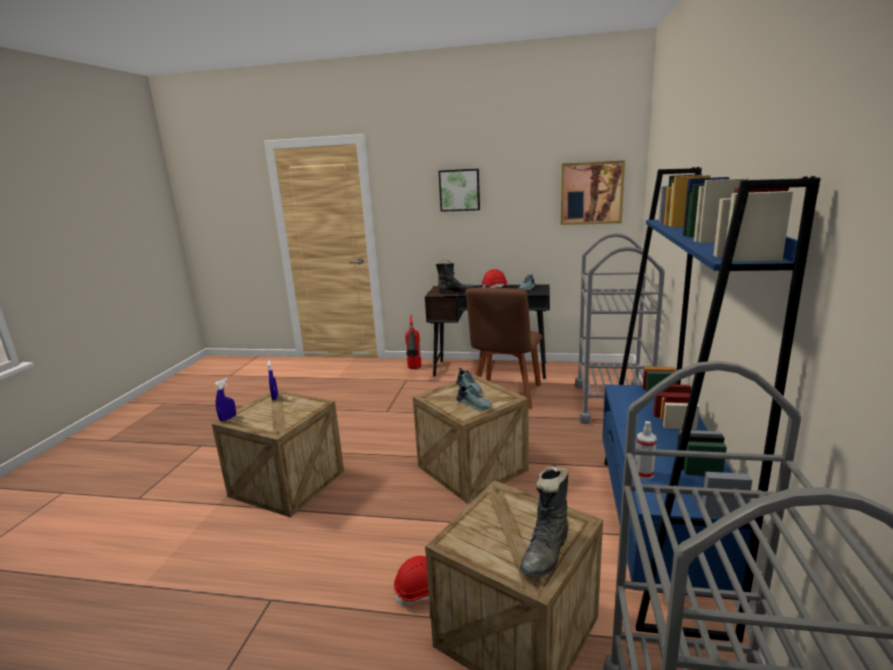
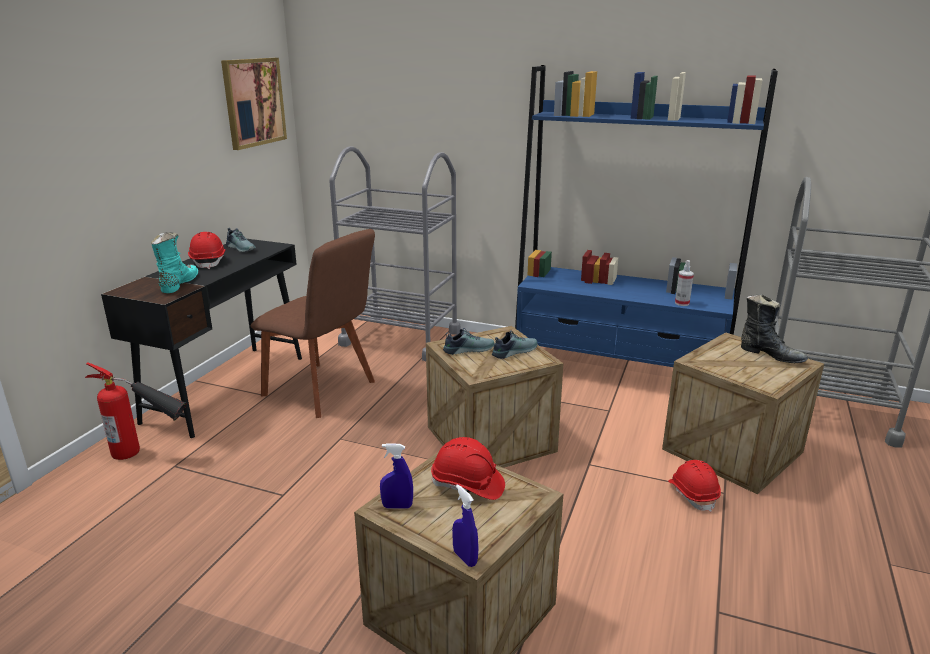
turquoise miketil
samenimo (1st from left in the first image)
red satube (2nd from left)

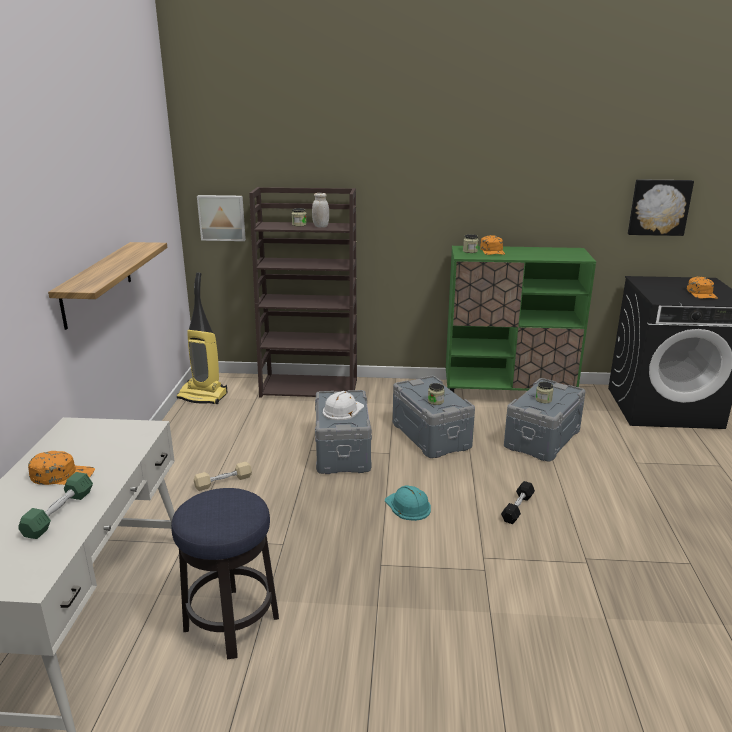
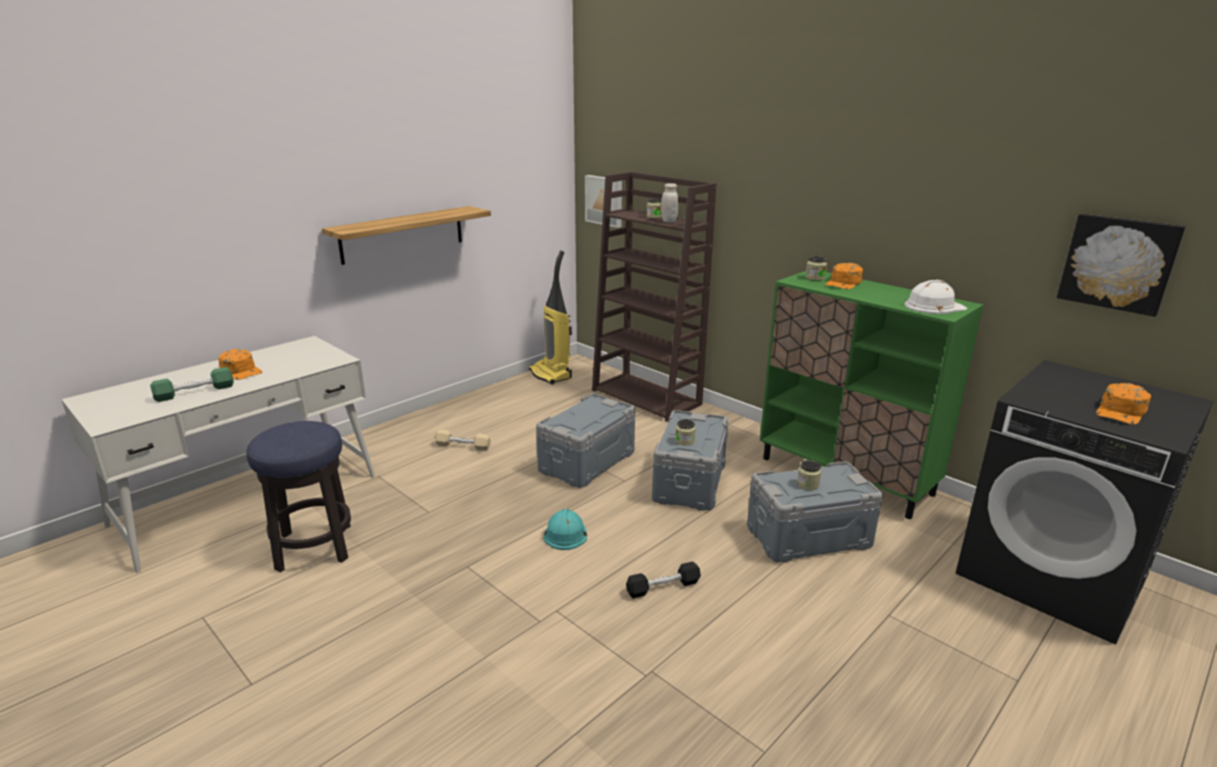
white satube

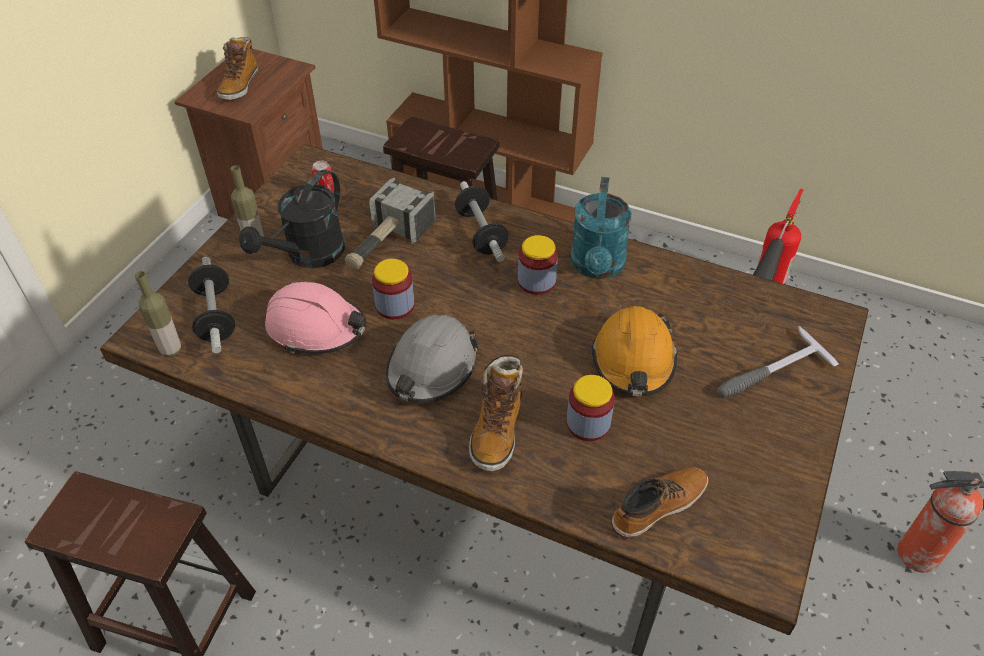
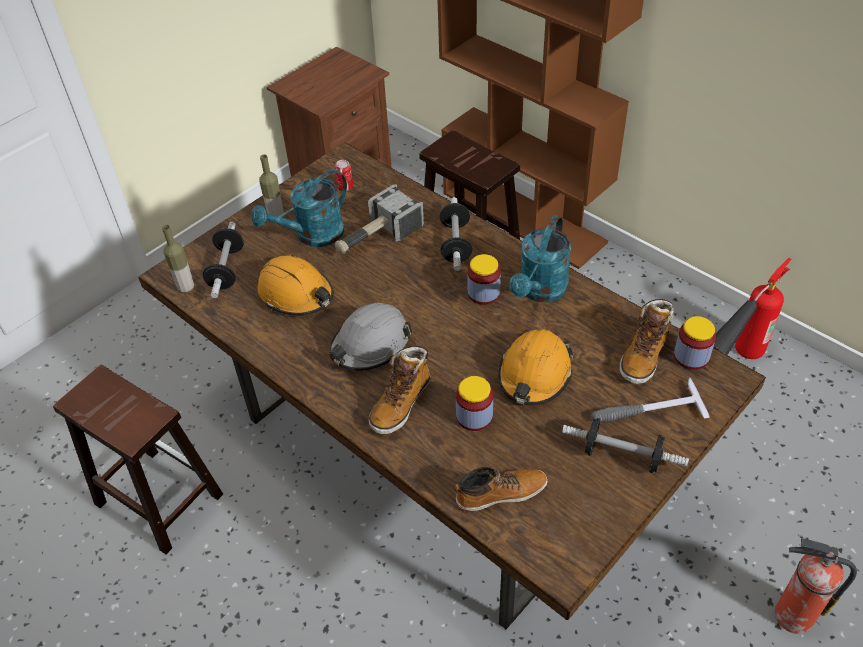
miketil (3rd from left)
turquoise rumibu (1st from left)
orange satube (1st from left)
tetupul (3rd from left)
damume (3rd from left)

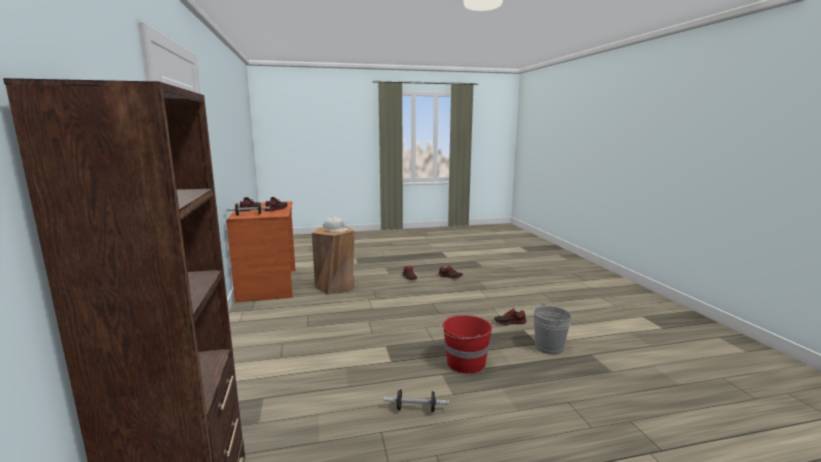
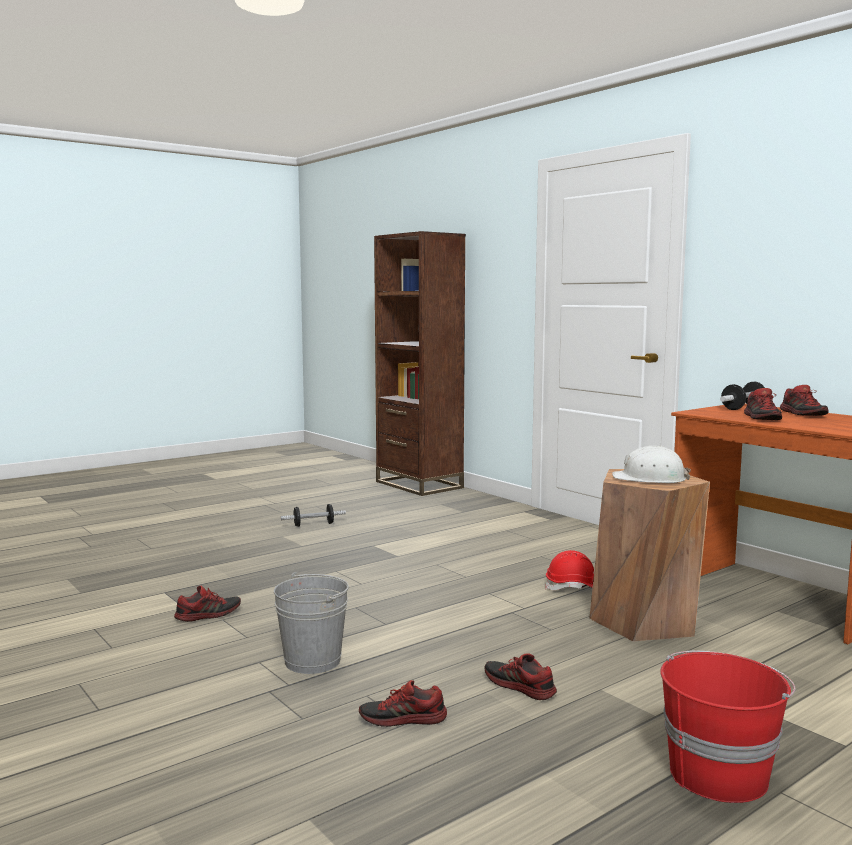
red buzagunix
grey buzagunix
red satube

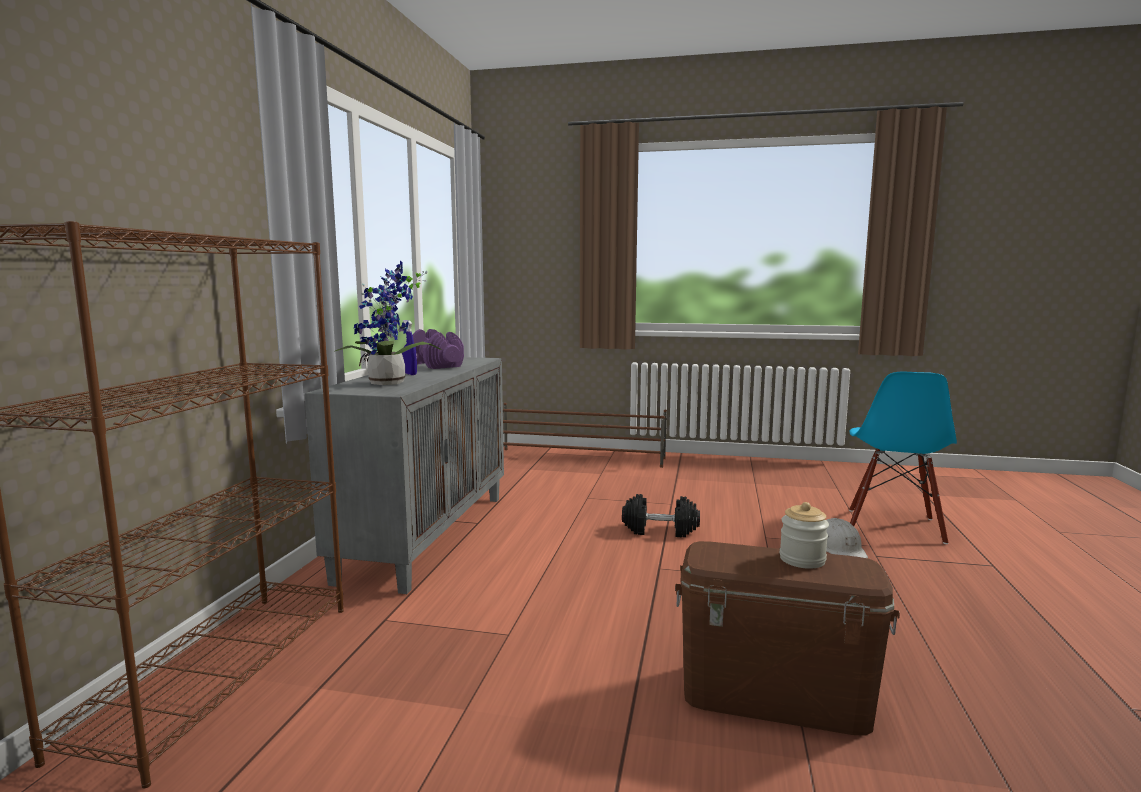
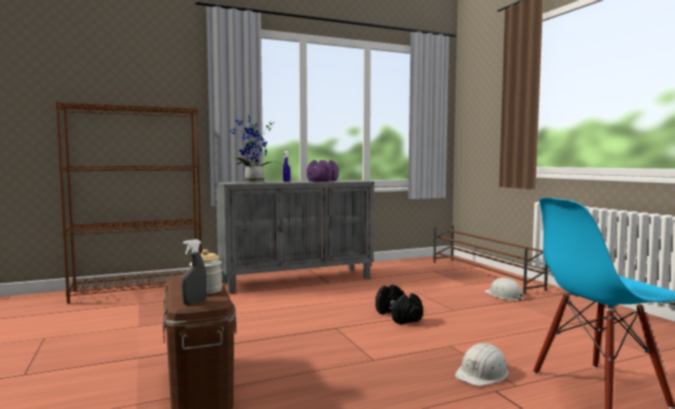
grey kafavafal
white satube (2nd from left)

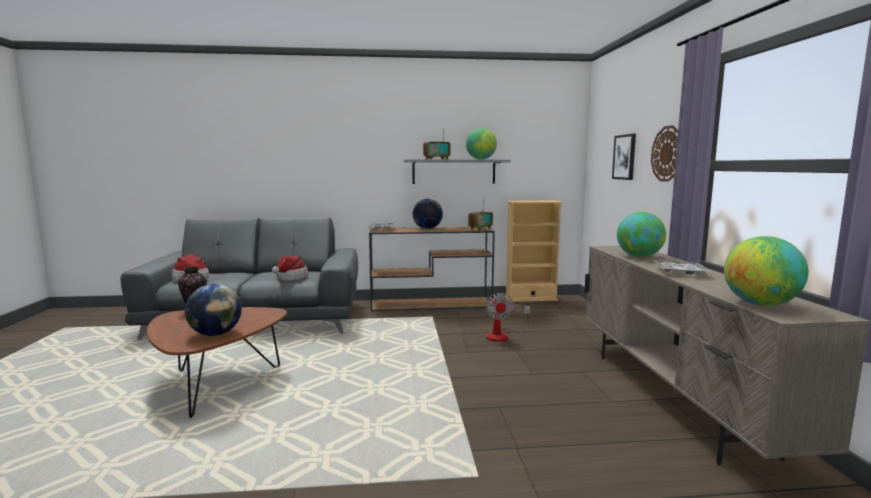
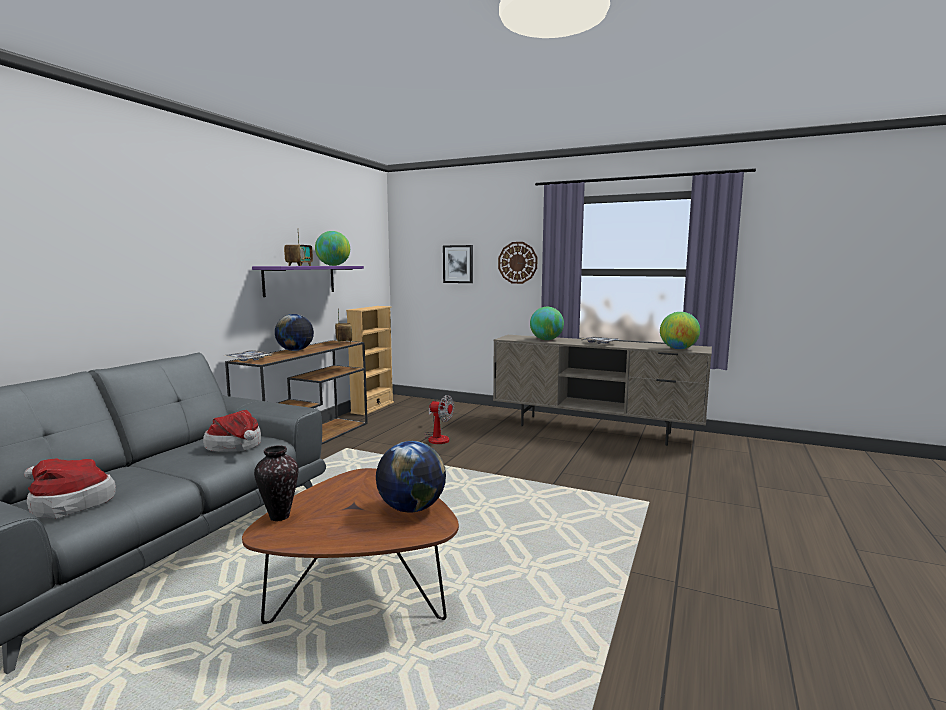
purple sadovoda

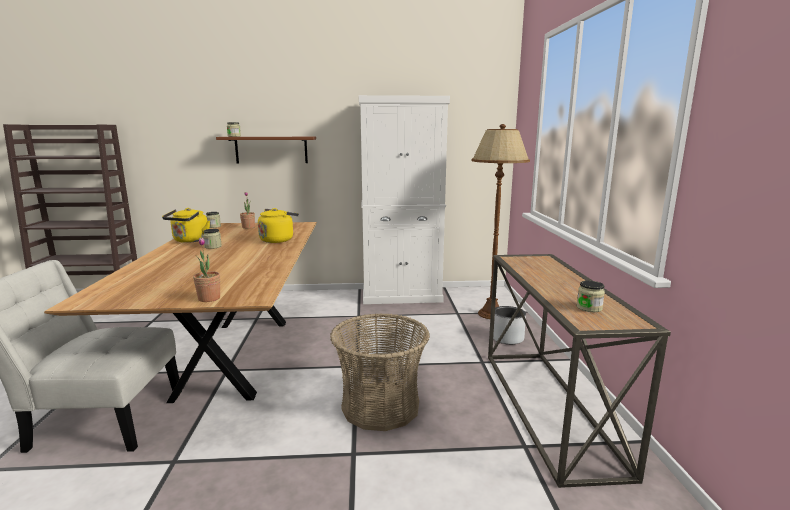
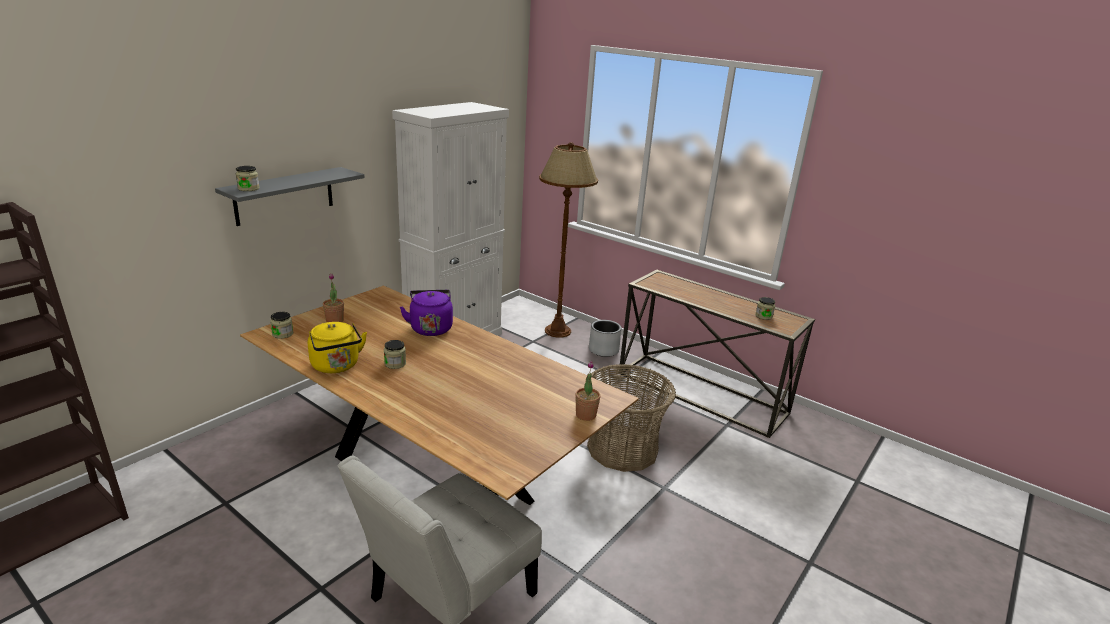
grey sadovoda
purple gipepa

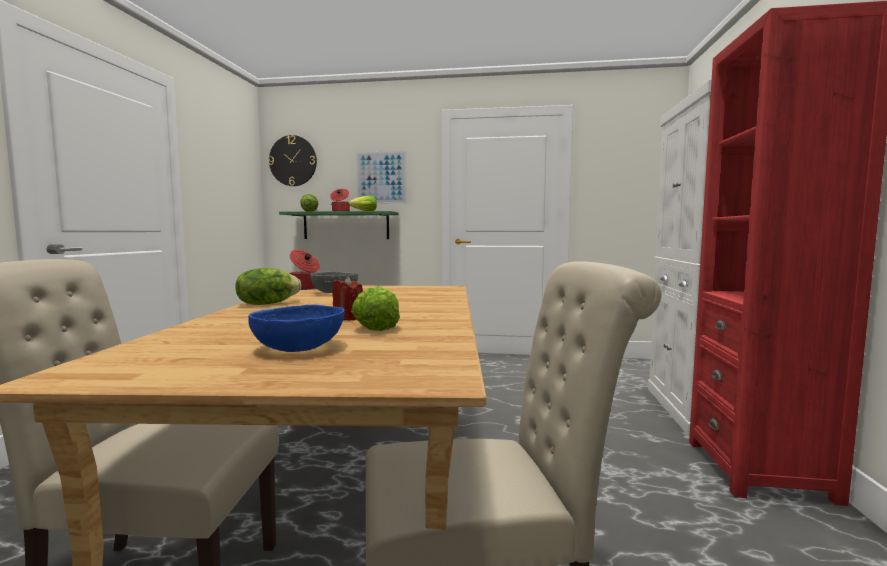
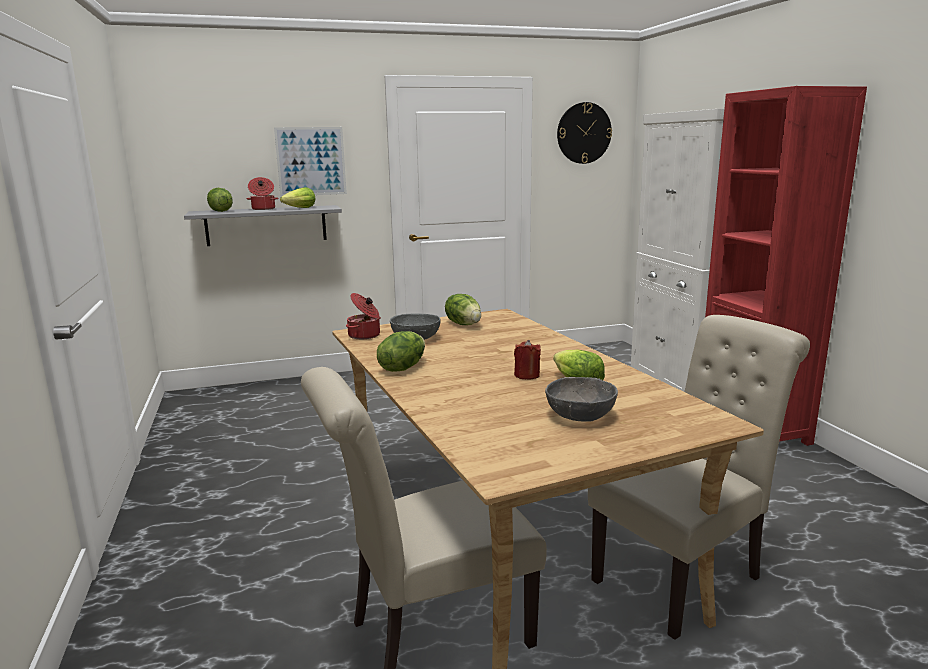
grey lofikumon (2nd from left)
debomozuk
grey sadovoda
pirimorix (4th from left)

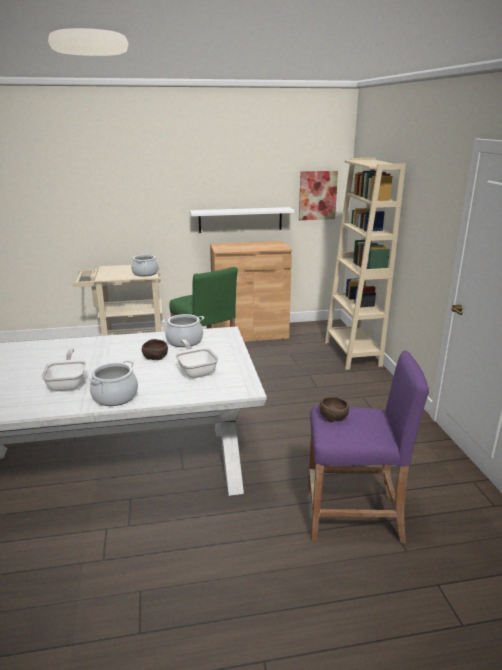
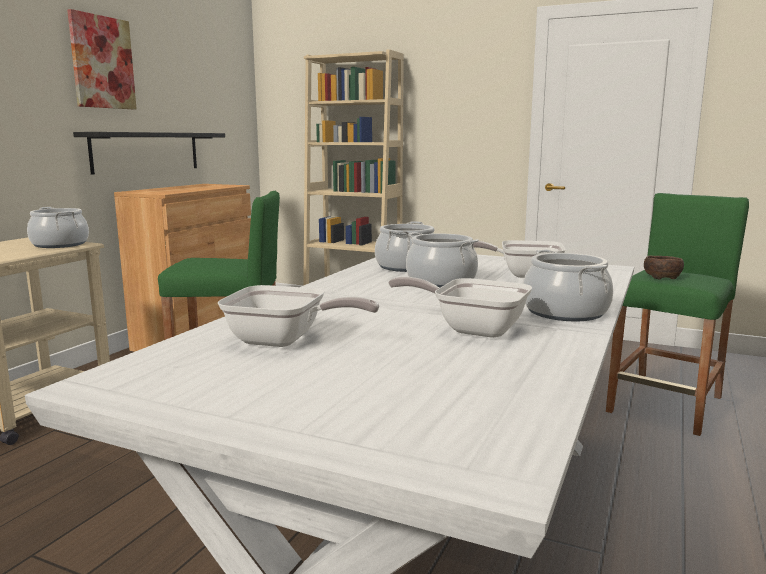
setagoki (3rd from left)
black sadovoda
samenimo
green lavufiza (2nd from left)
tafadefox (1st from left)

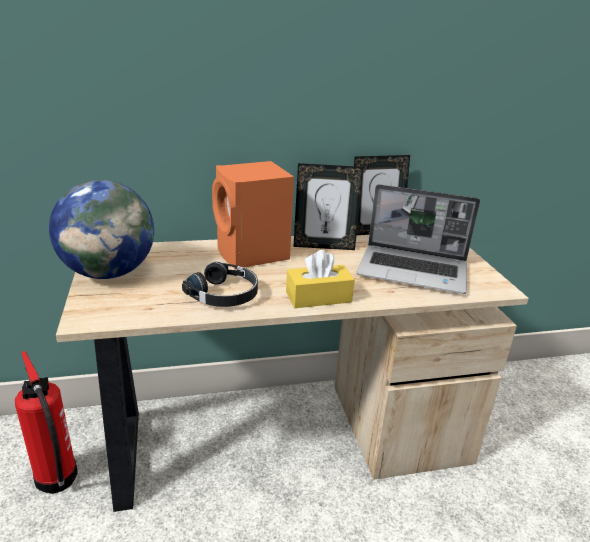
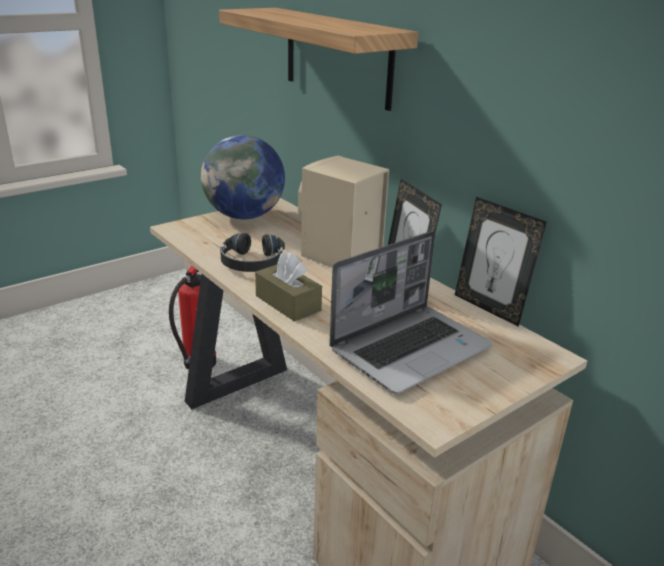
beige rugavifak
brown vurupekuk
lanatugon
sadovoda

